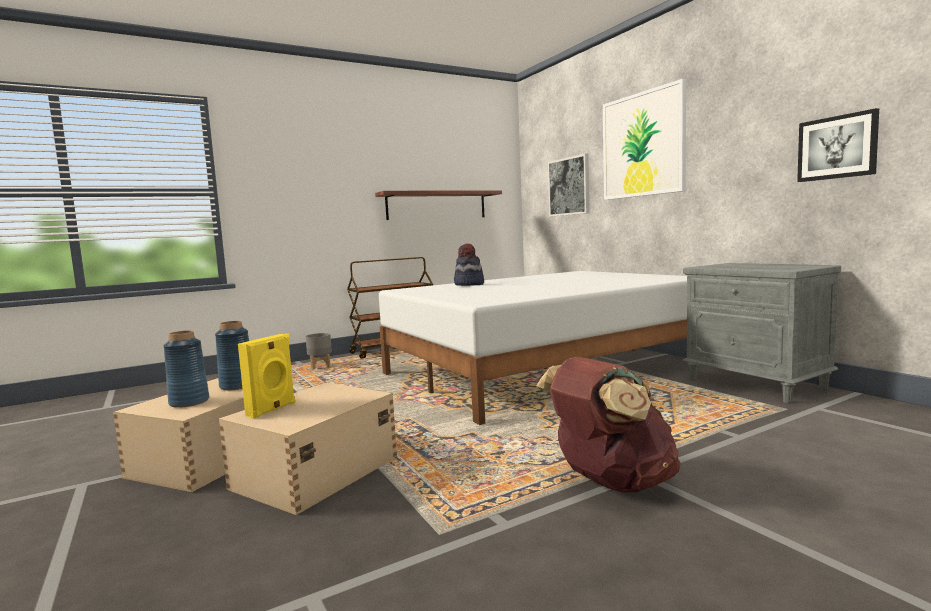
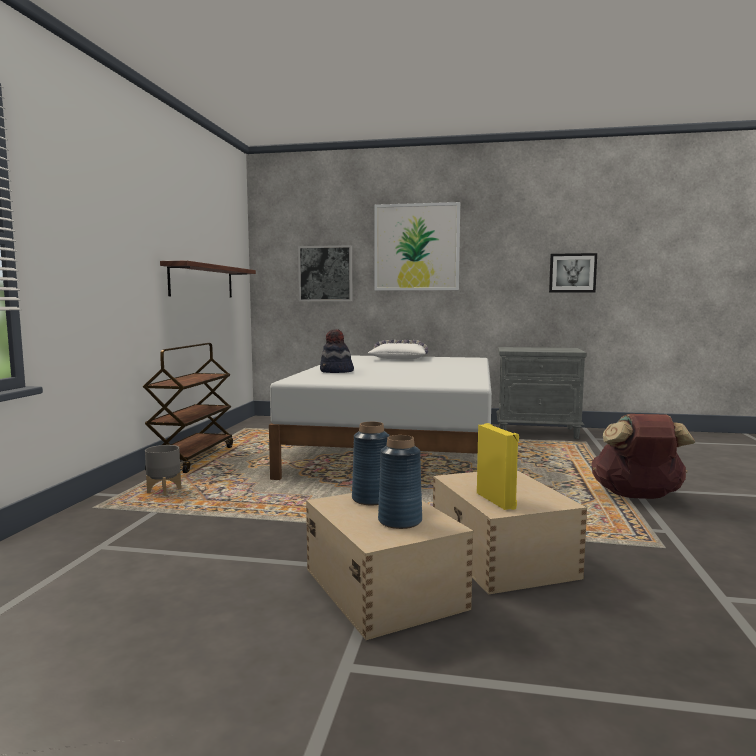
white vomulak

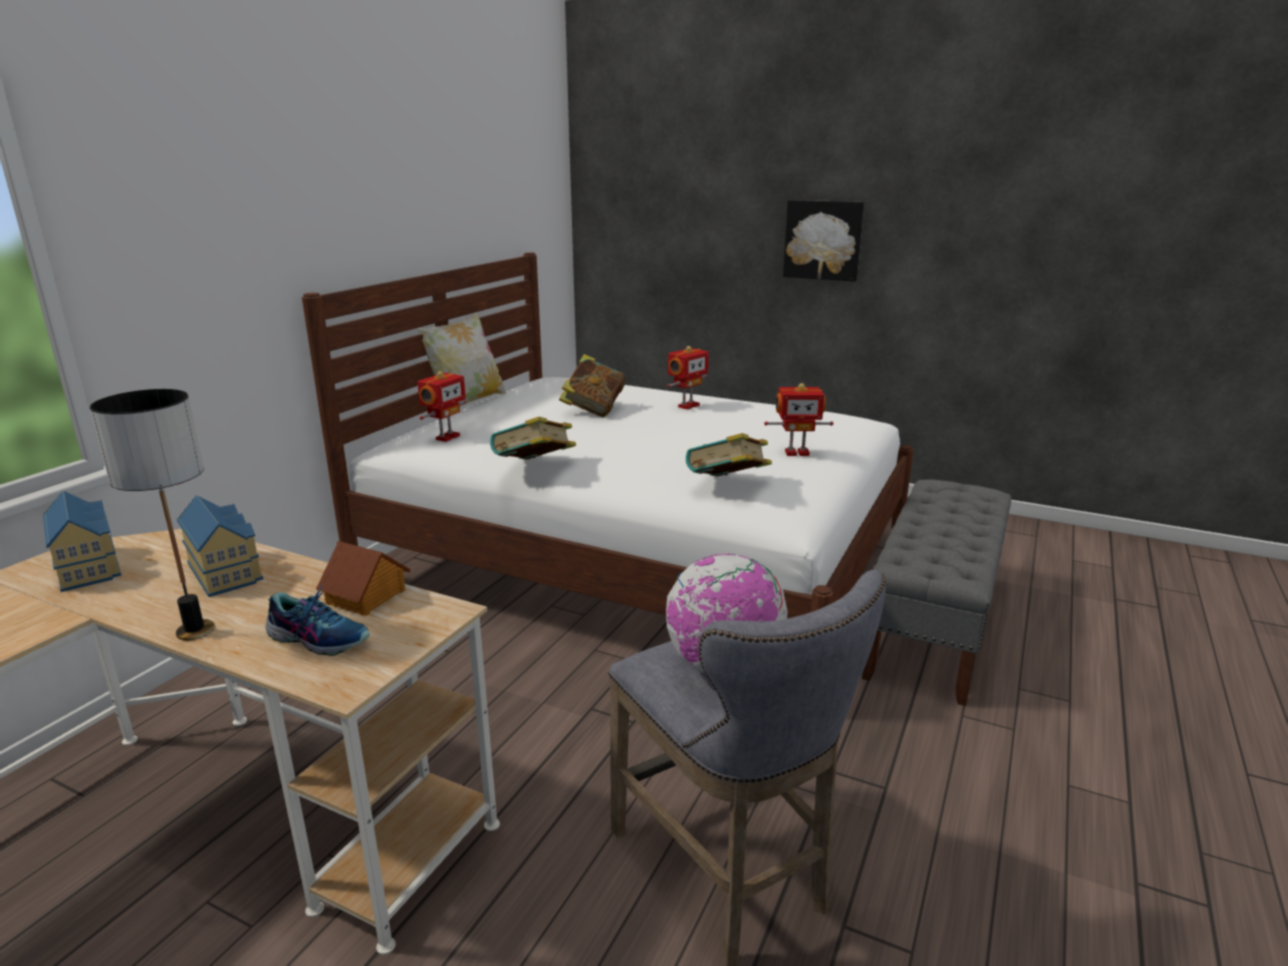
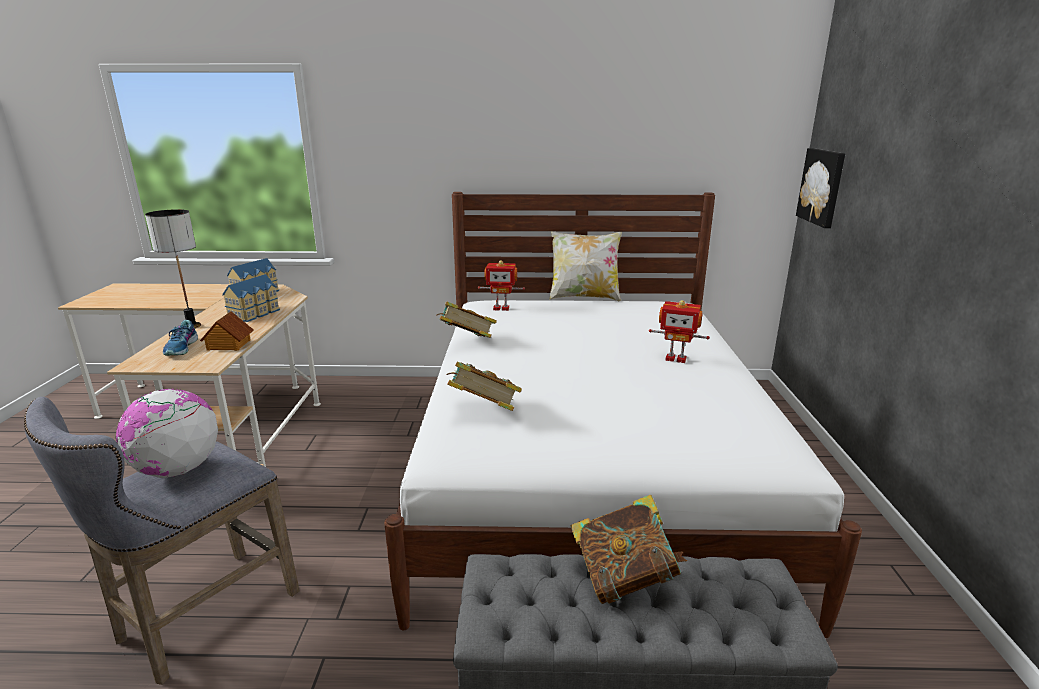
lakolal (3rd from left)
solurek (3rd from left in the first image)
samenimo

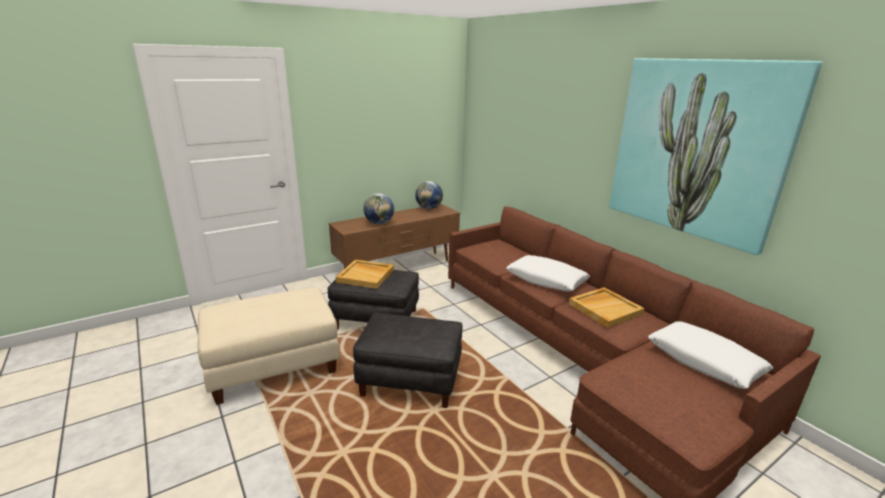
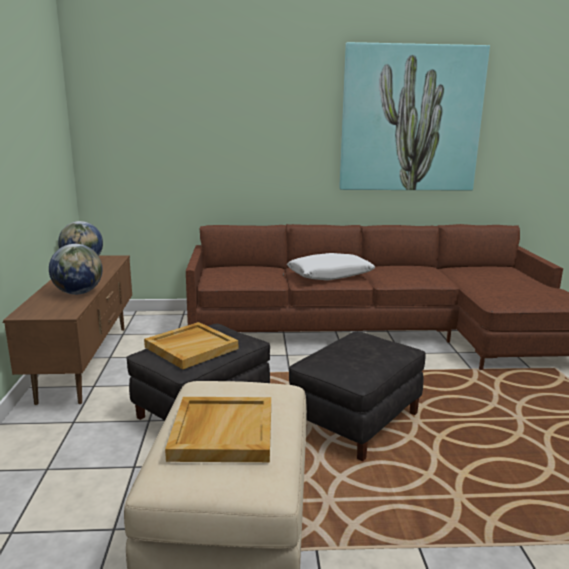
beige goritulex (2nd from left)
white vomulak (2nd from left in the first image)

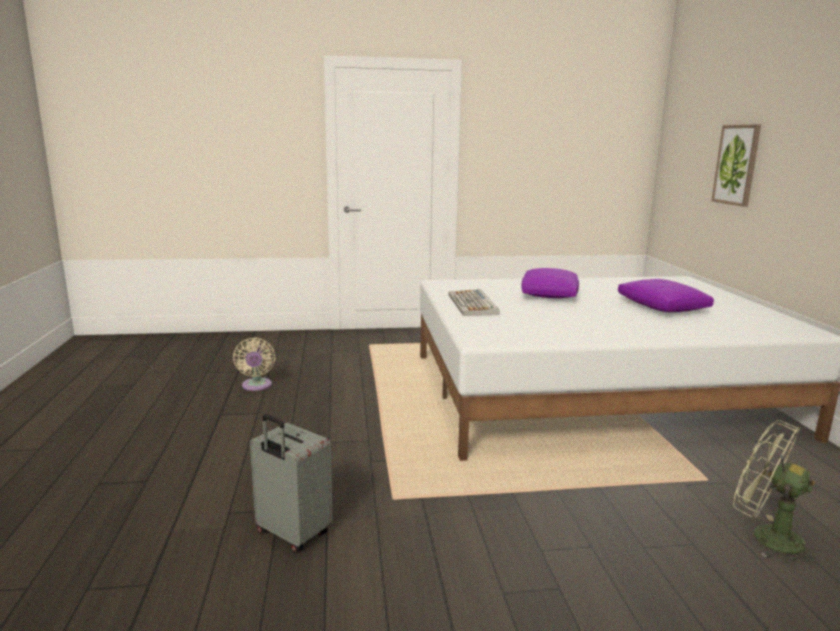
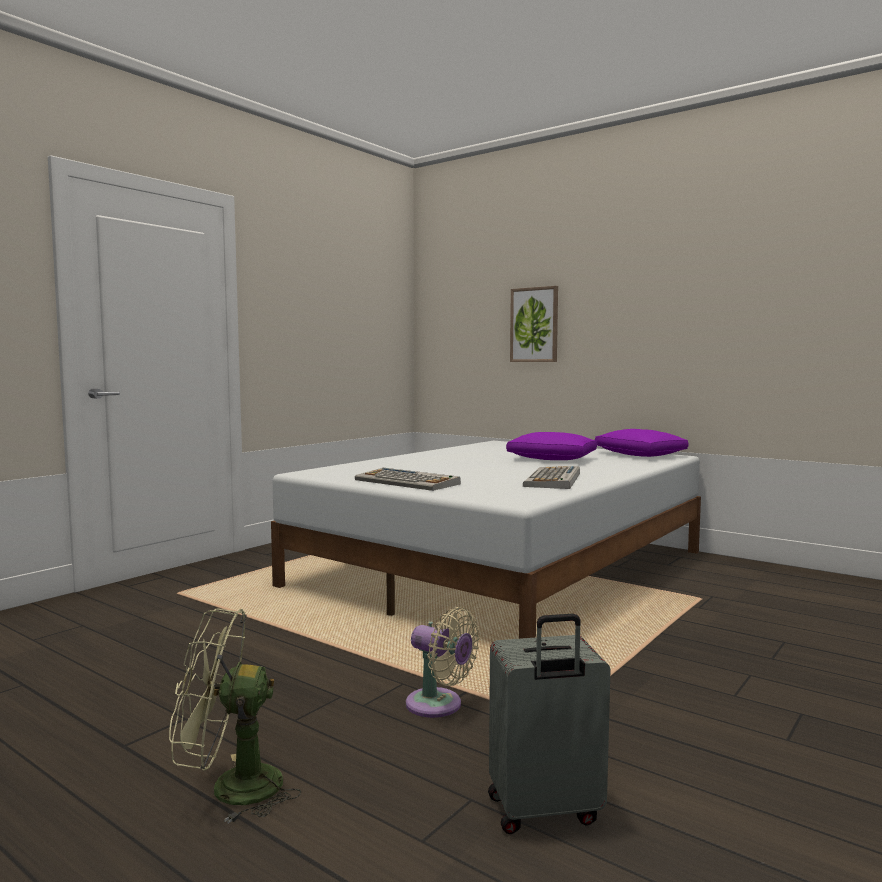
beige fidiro
purple vomulak (2nd from left)
green fidiro
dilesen (2nd from left)

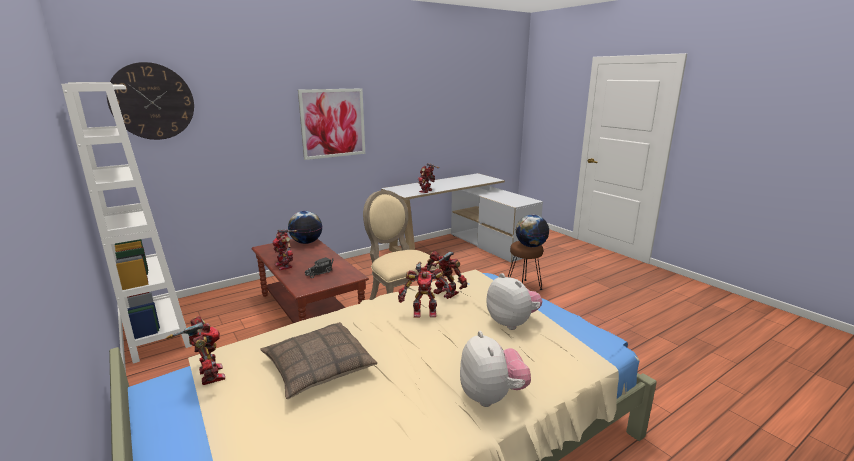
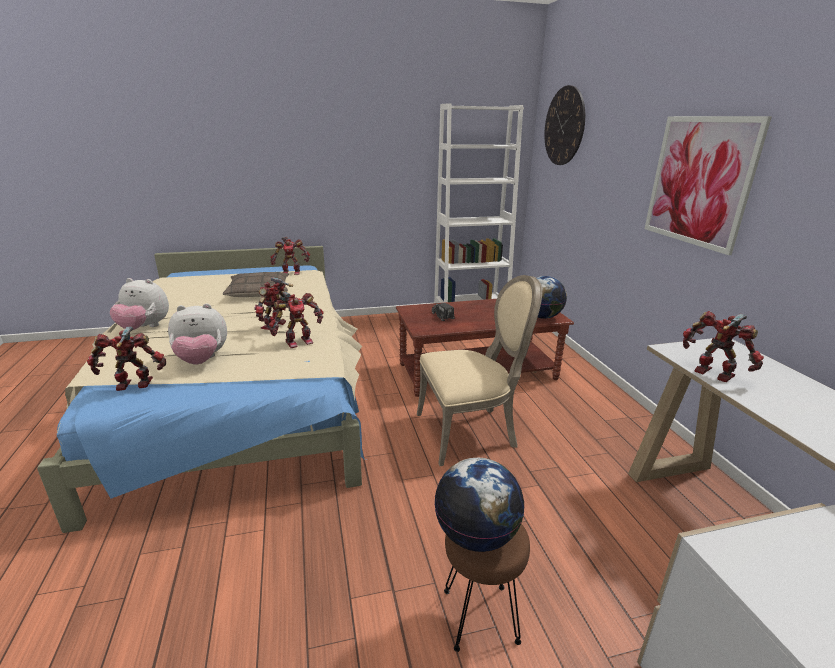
solurek (1st from left)

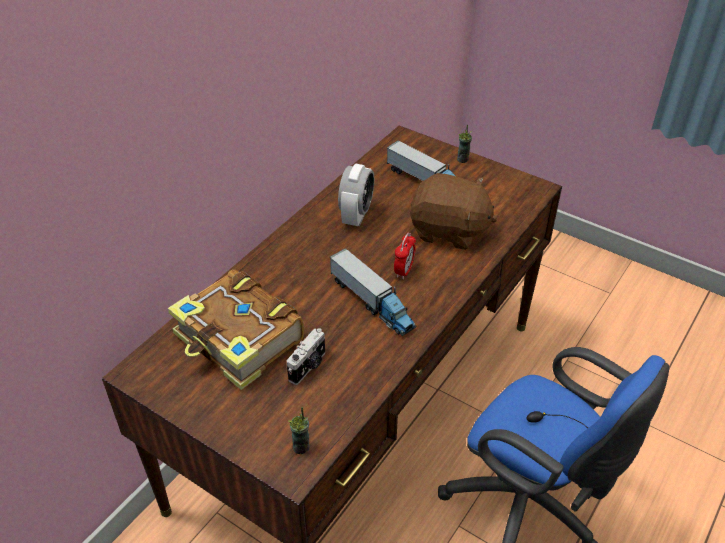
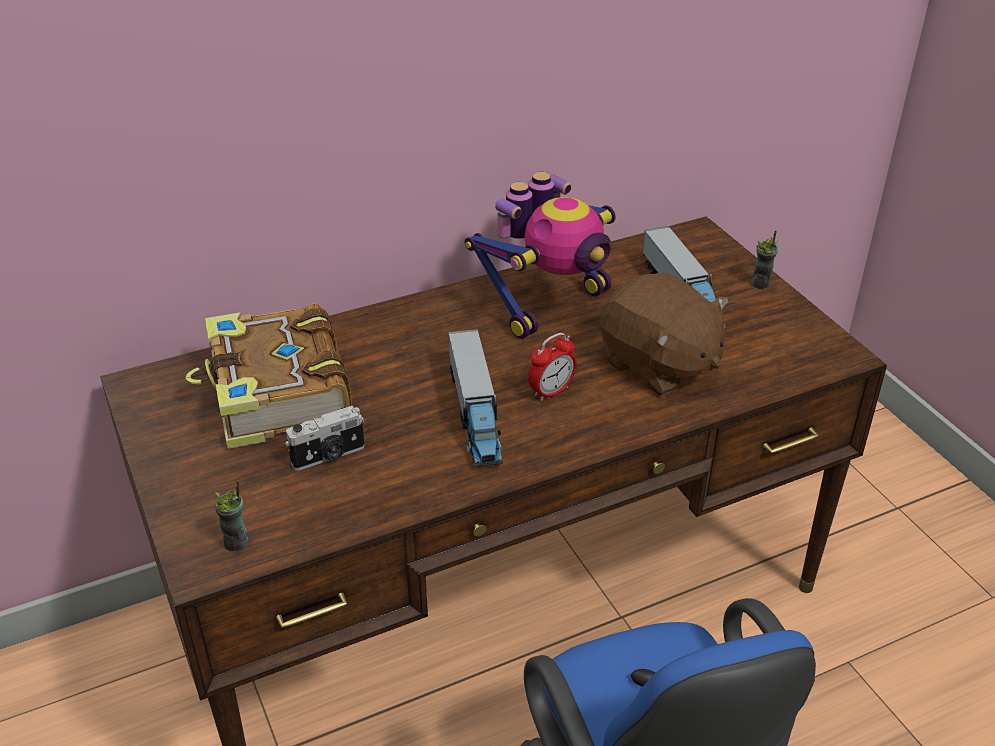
solurek

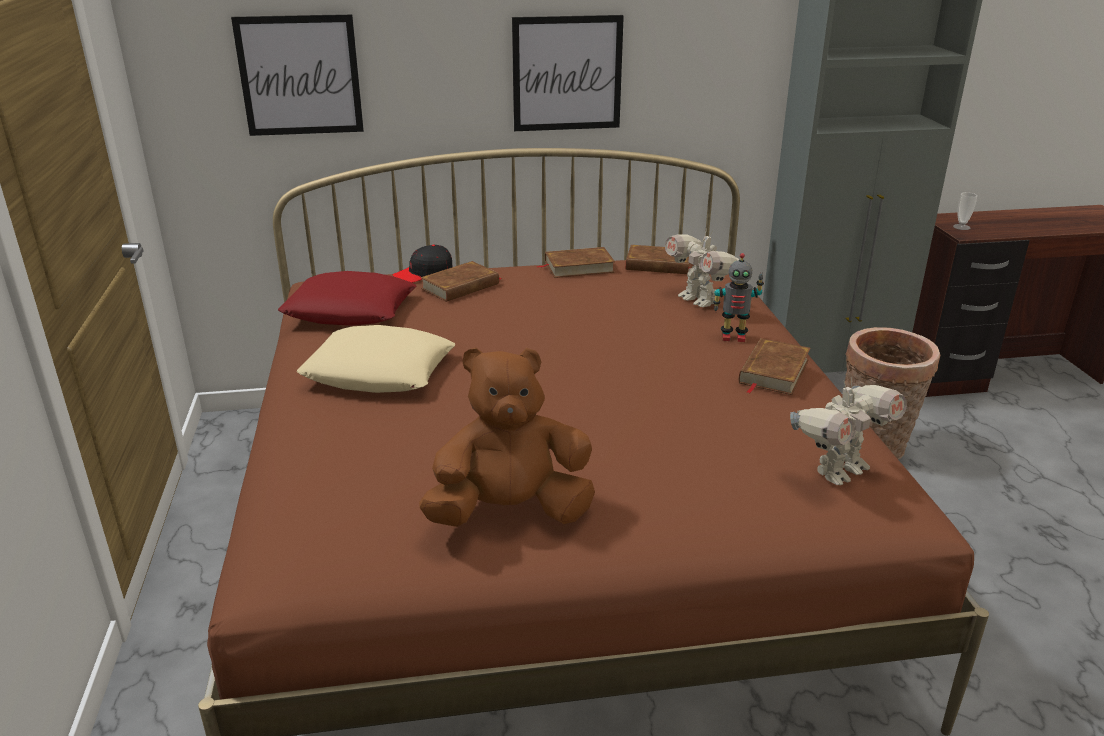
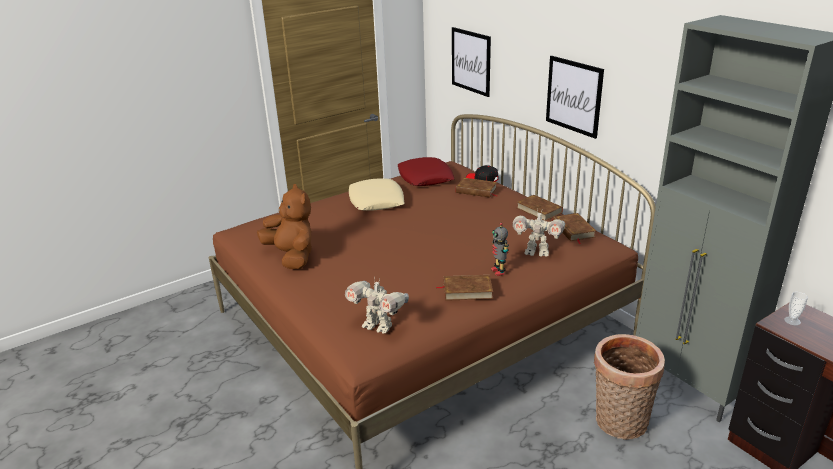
solurek (3rd from left)

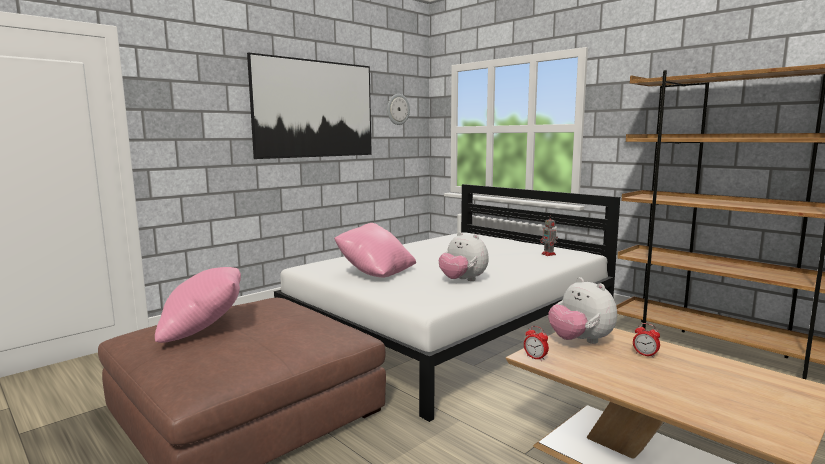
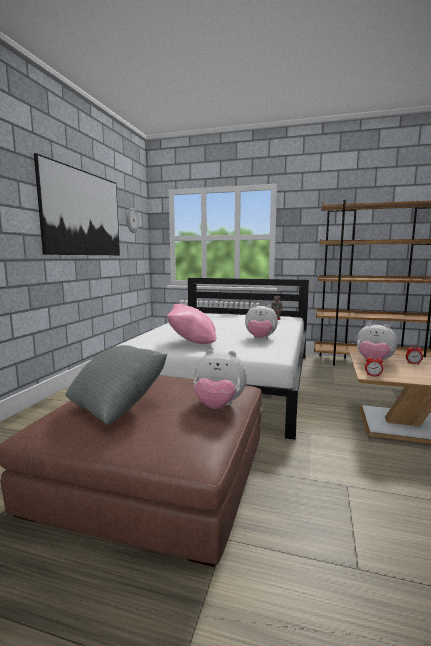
grey vomulak
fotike (1st from left)

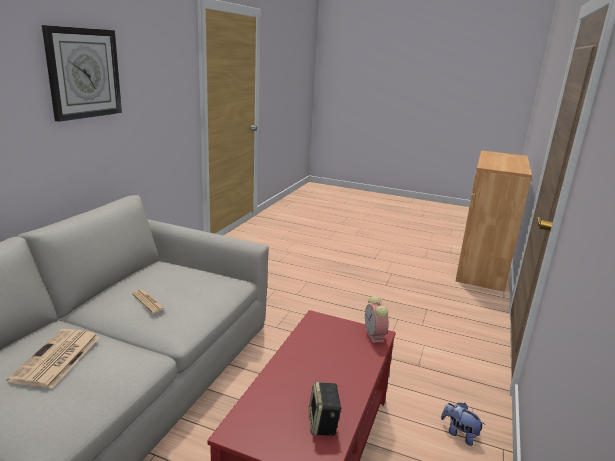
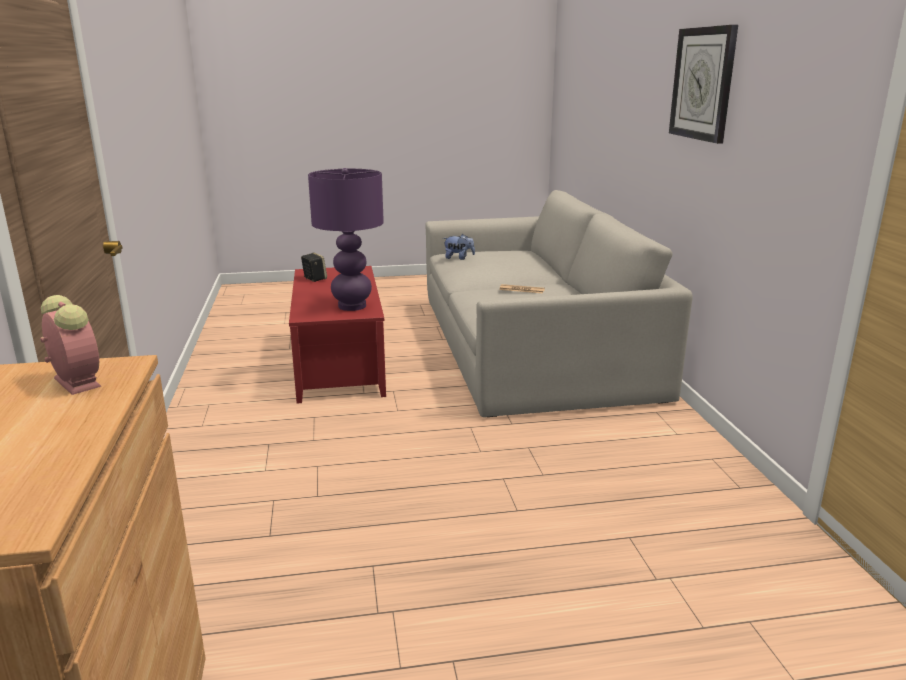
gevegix (1st from left in the first image)
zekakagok
fotike
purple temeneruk

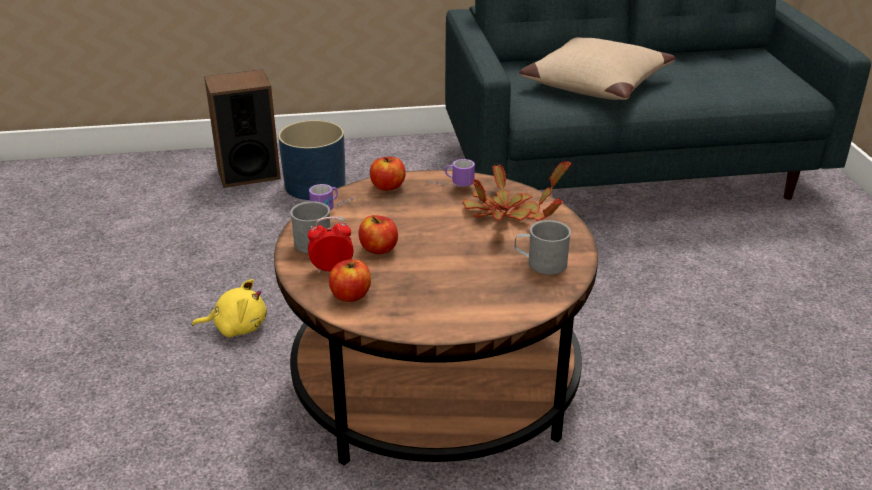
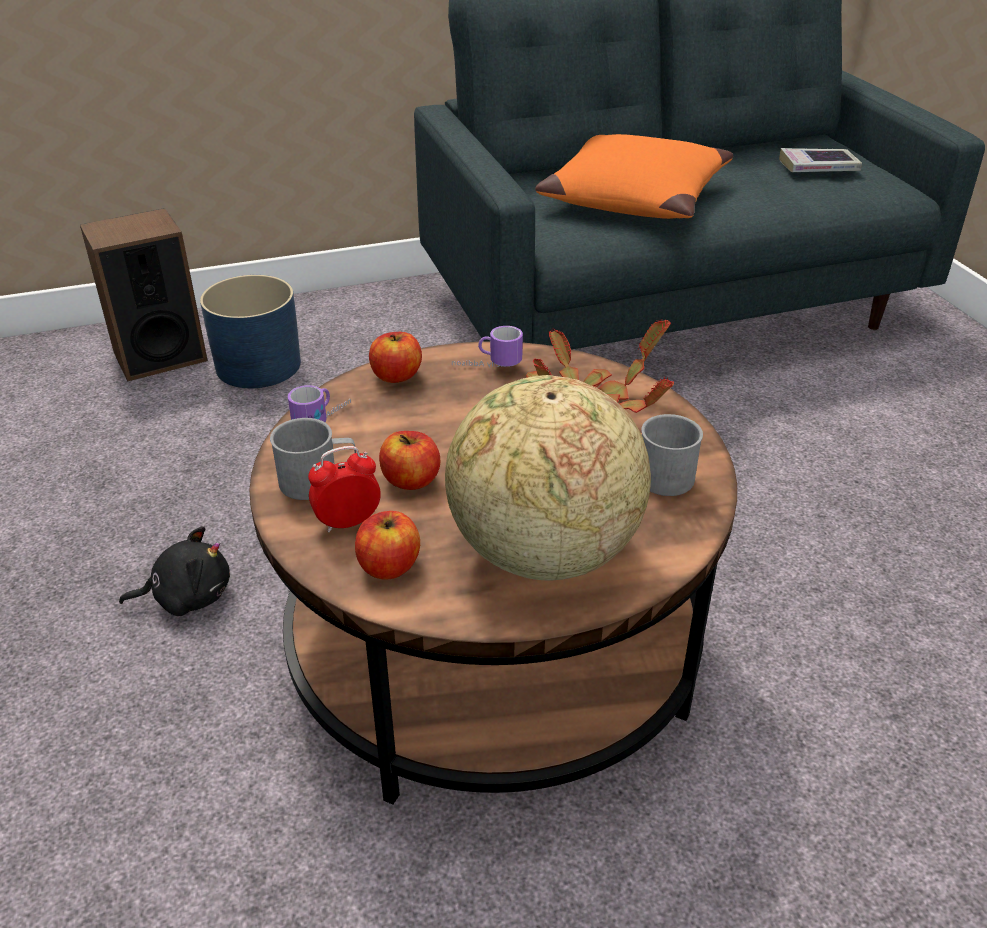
black fotike
orange vomulak
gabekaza
lakolal

